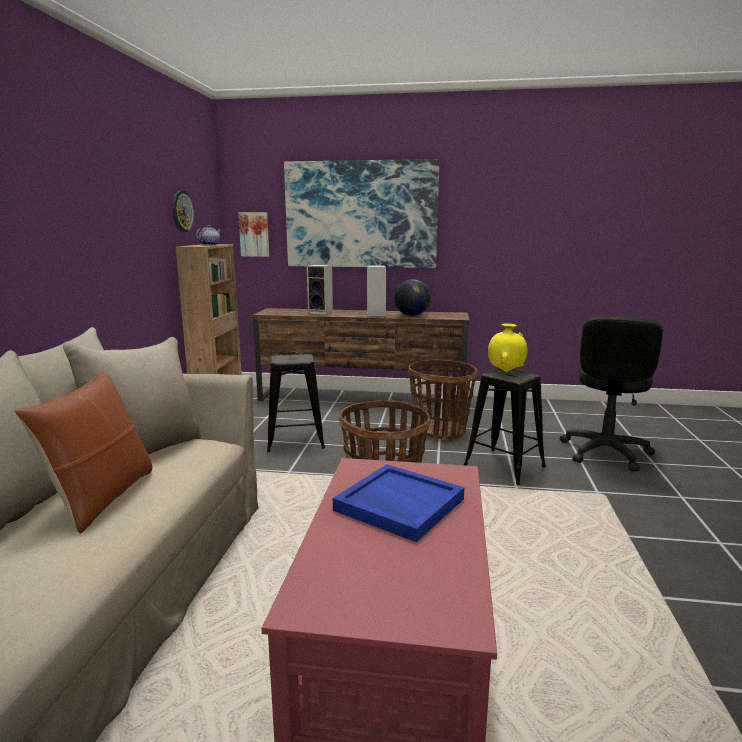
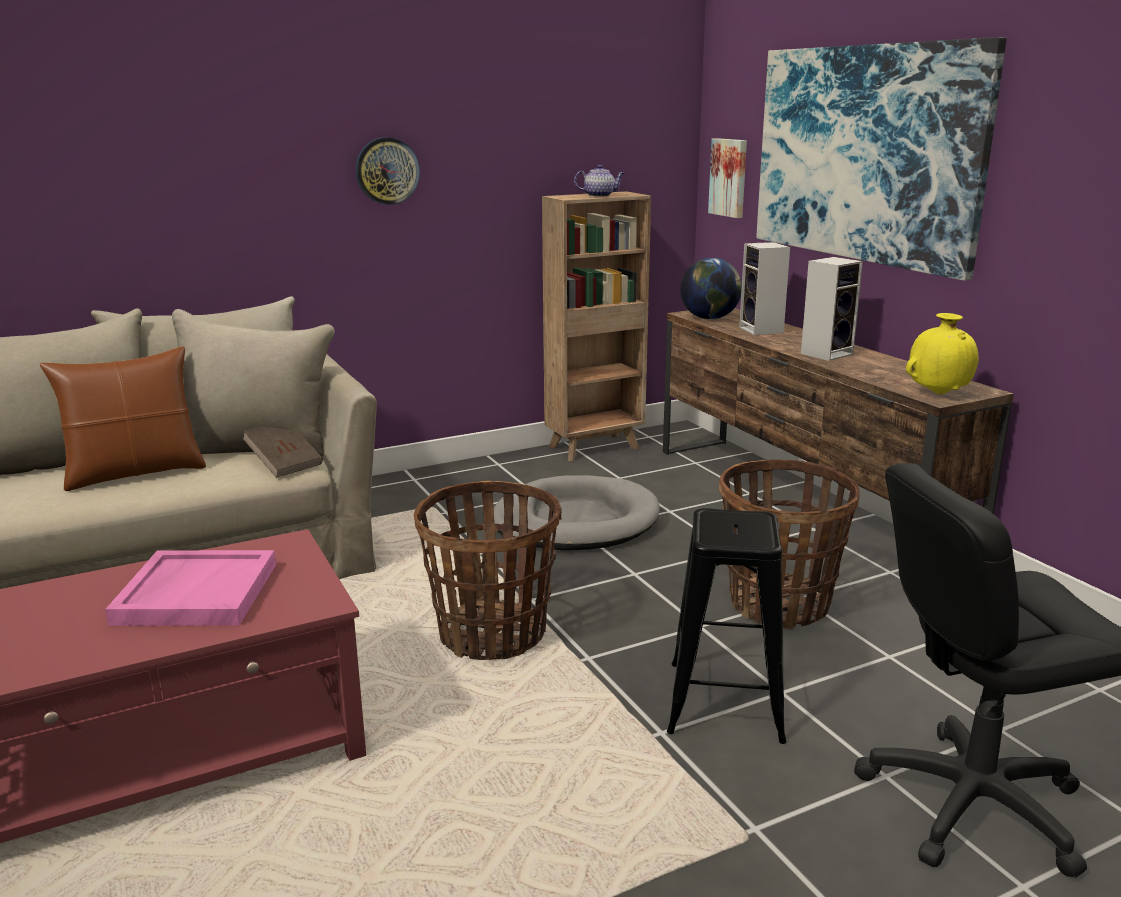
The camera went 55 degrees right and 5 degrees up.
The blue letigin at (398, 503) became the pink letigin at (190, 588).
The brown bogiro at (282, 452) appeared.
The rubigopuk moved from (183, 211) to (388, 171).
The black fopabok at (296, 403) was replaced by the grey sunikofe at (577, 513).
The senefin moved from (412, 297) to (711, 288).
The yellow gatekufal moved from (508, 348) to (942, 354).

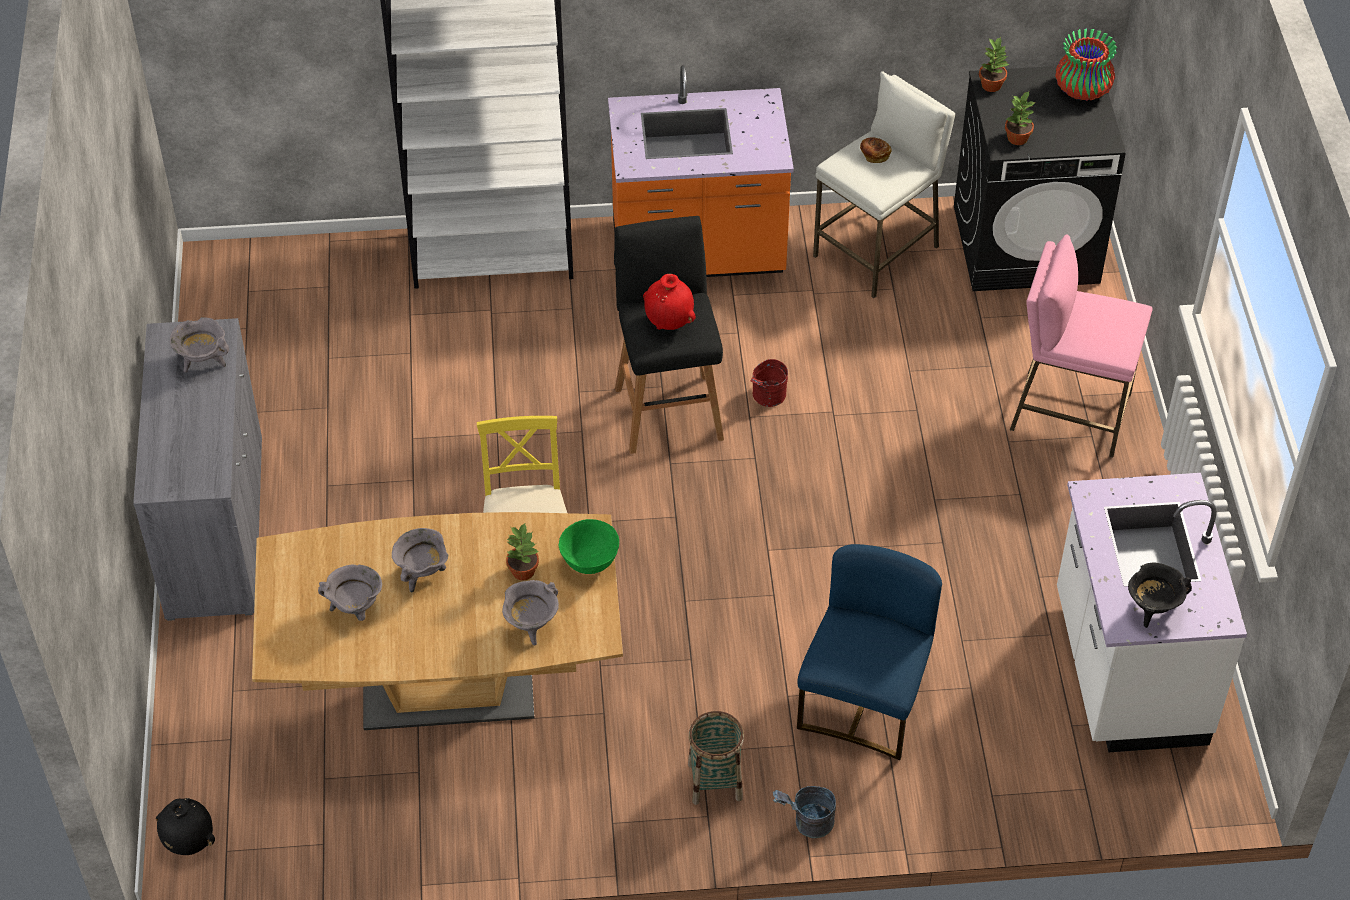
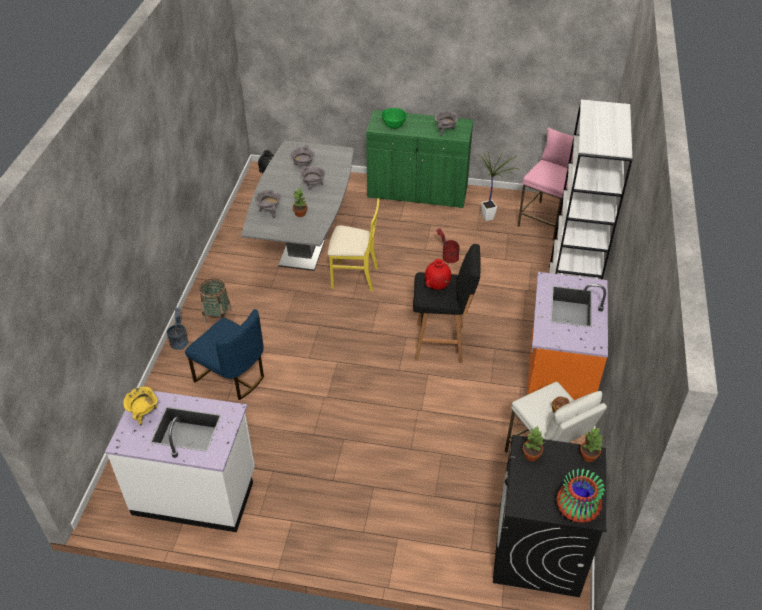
The camera went 105 degrees right and 5 degrees down.
The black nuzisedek at (1160, 595) became the yellow nuzisedek at (140, 406).
The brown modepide at (437, 621) became the grey modepide at (297, 206).
The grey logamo at (197, 469) became the green logamo at (419, 159).
The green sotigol moved from (589, 546) to (394, 118).
The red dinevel moved from (769, 383) to (448, 245).
The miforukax at (499, 186) appeared.
The pink fopabok moved from (1081, 346) to (545, 184).

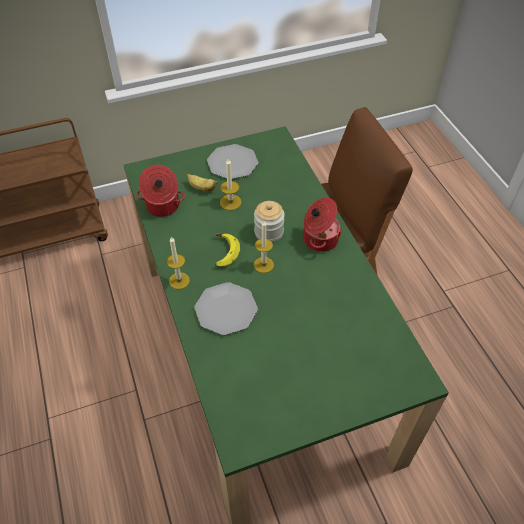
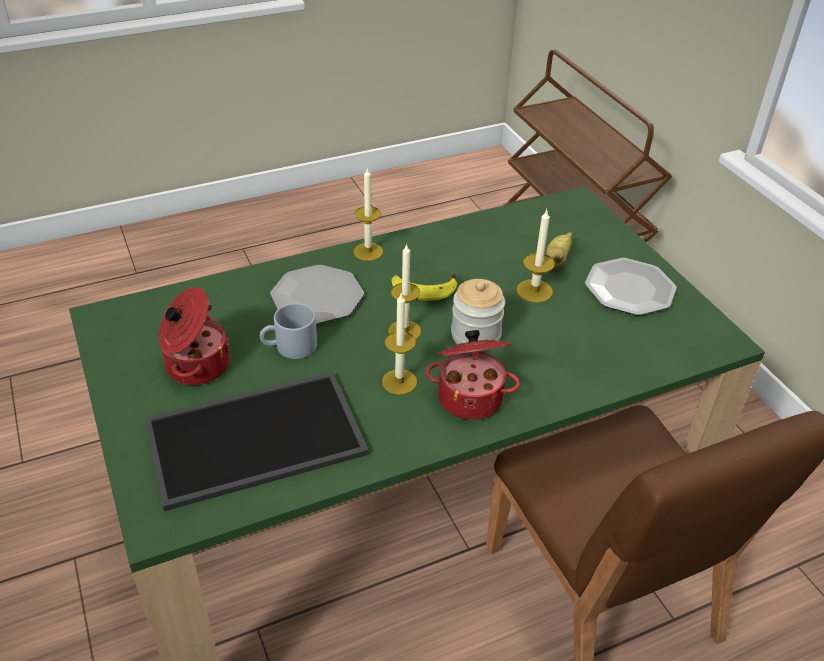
The camera went 85 degrees right and 10 degrees down.
The letigin at (256, 441) appeared.
The nuzisedek moved from (160, 191) to (194, 336).
The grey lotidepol at (288, 331) appeared.
The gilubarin at (399, 344) appeared.

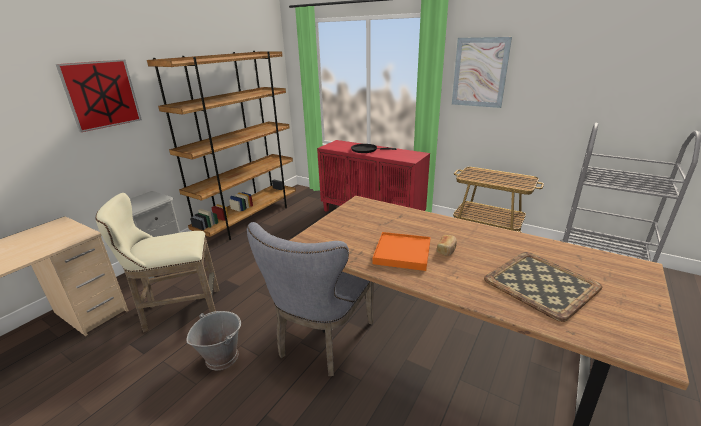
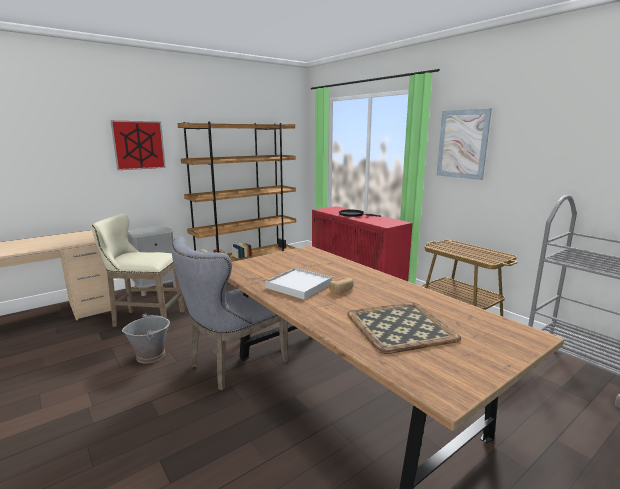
The camera went 20 degrees right and 10 degrees down.
The orange letigin at (402, 251) became the white letigin at (298, 284).

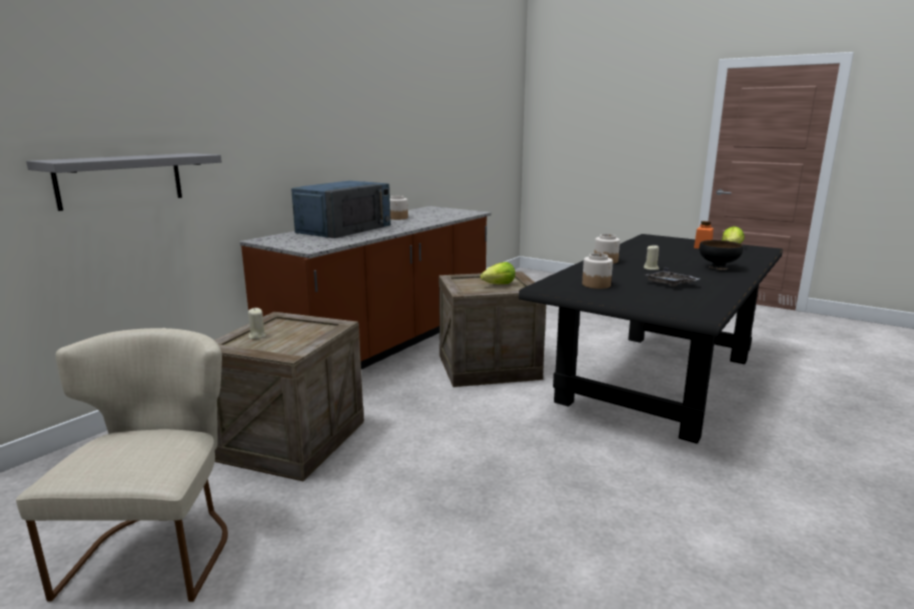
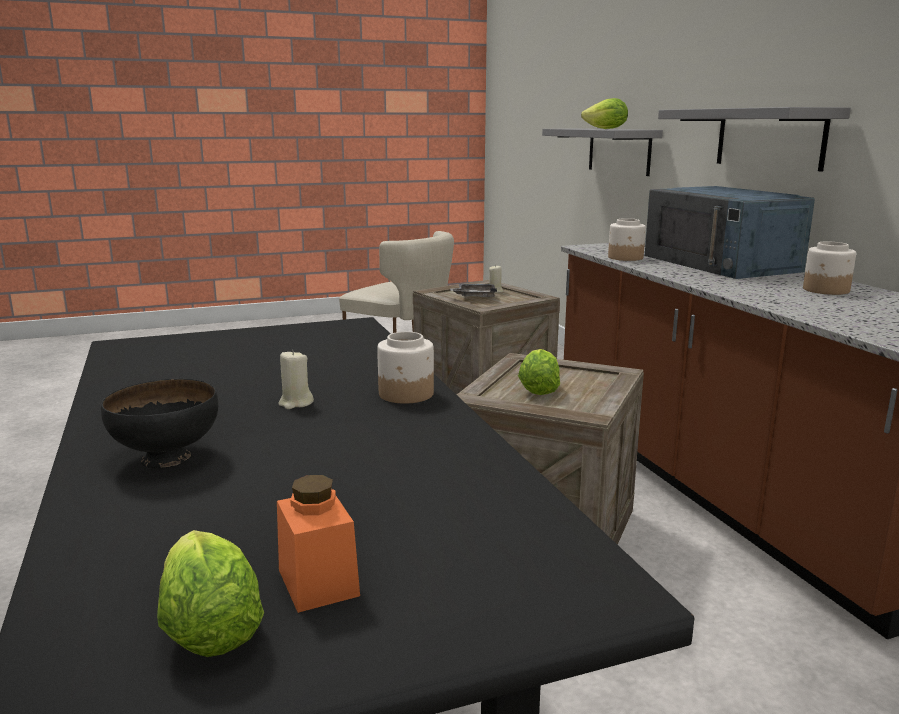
The camera went 125 degrees right and 0 degrees up.
The grey letigin moved from (672, 277) to (473, 290).
The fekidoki at (604, 113) appeared.
The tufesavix moved from (597, 271) to (627, 239).
The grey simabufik at (754, 139) appeared.

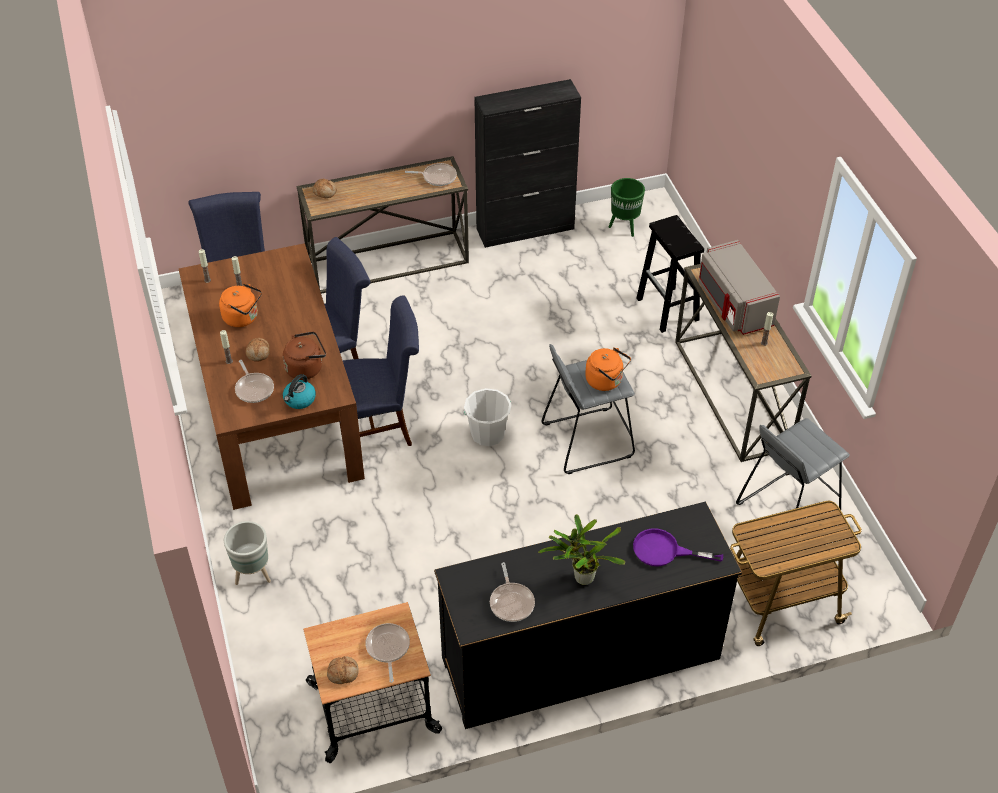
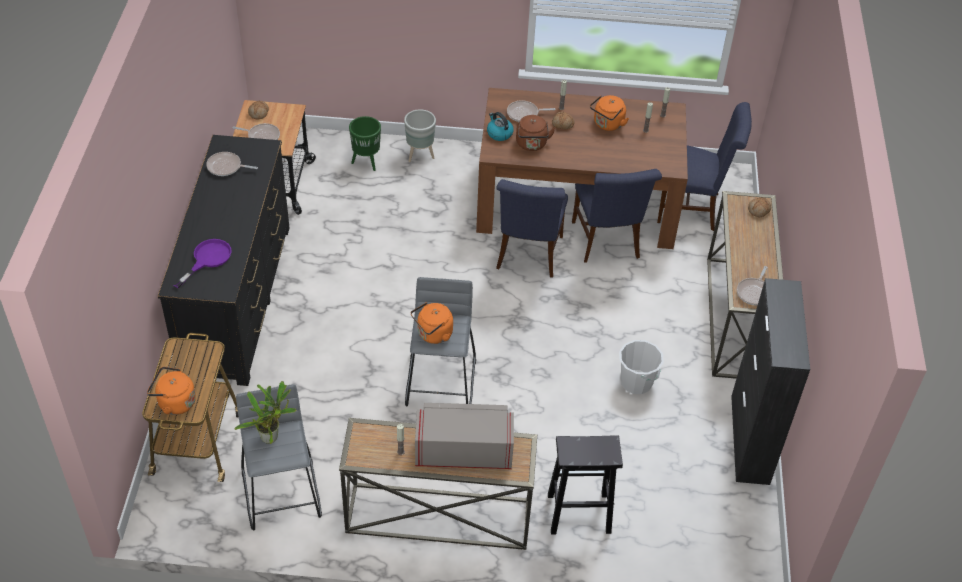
The camera went 110 degrees right and 0 degrees up.
The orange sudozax at (171, 391) appeared.
The miforukax moved from (581, 549) to (265, 412).
The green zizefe moved from (627, 207) to (365, 143).
The white dinevel moved from (487, 417) to (641, 367).

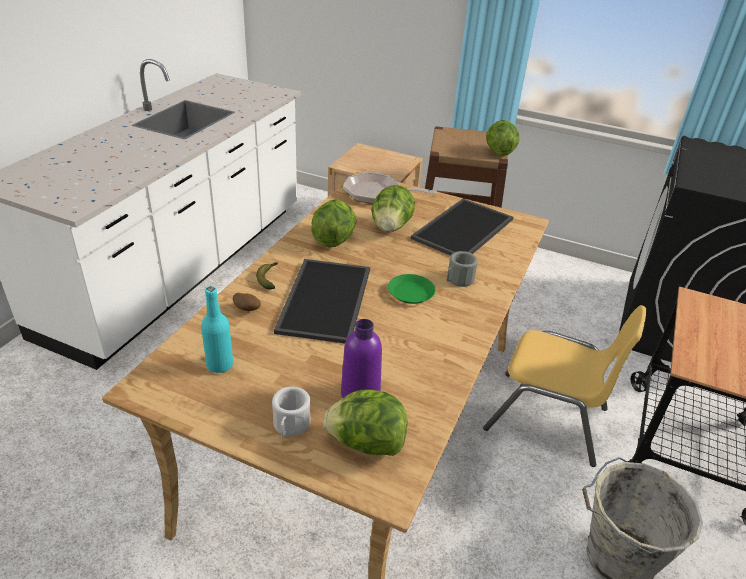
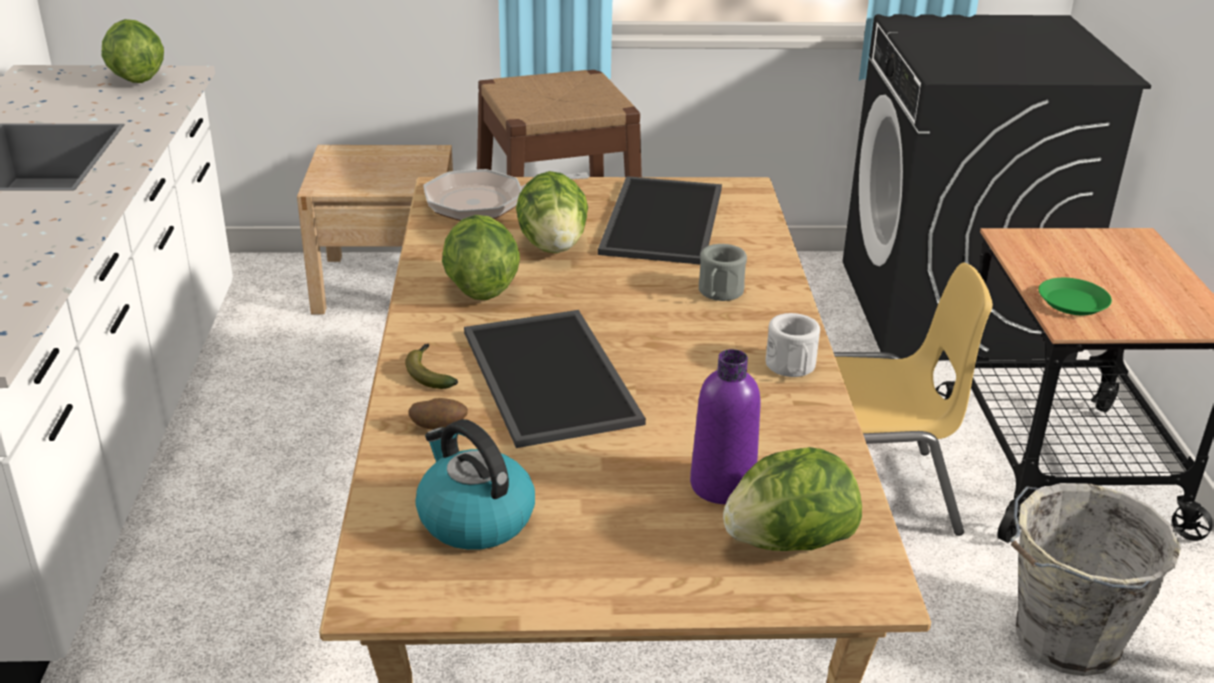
The camera went 25 degrees left and 5 degrees down.
The fekidoki moved from (502, 138) to (133, 51).
The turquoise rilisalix at (217, 329) was replaced by the sudozax at (475, 484).
The white lotidepol moved from (291, 412) to (793, 345).
The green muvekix moved from (411, 289) to (1075, 296).

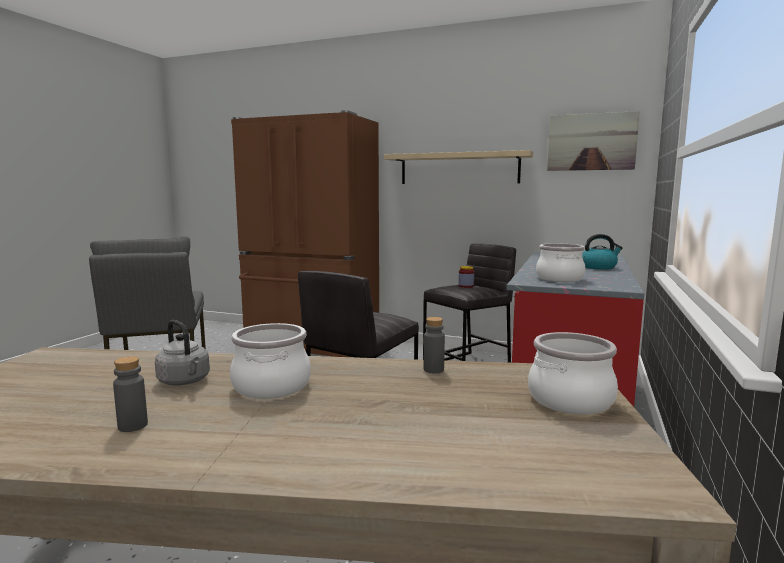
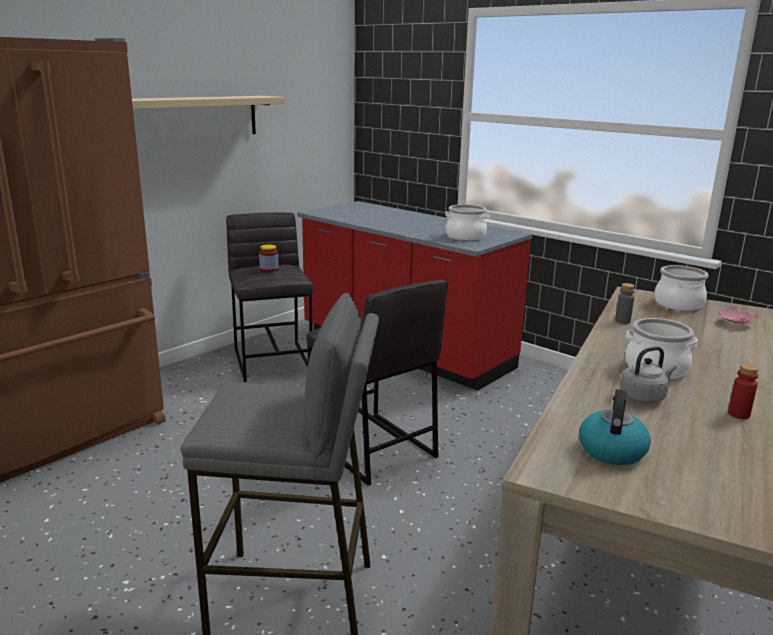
The camera went 70 degrees left and 10 degrees up.
The sudozax moved from (602, 252) to (615, 427).
The pink muvekix at (738, 314) appeared.
The grey rilisalix at (130, 394) became the red rilisalix at (743, 391).
The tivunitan at (593, 141) disappeared.

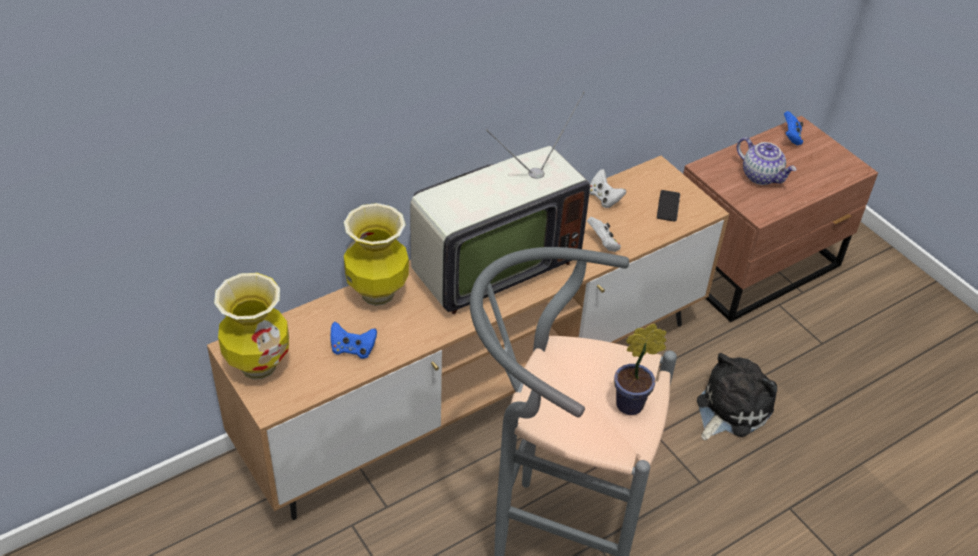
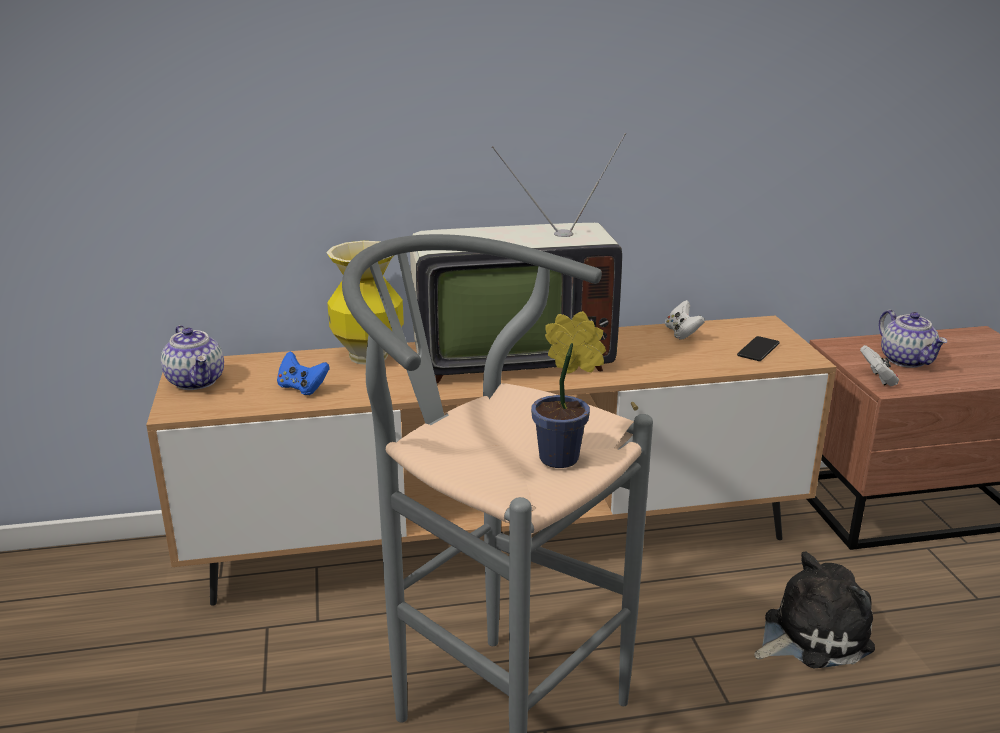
The camera went 25 degrees right and 20 degrees down.
The gatekufal at (251, 326) was replaced by the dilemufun at (192, 357).
The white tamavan moved from (604, 234) to (879, 365).
The blue tamavan at (793, 128) disappeared.

